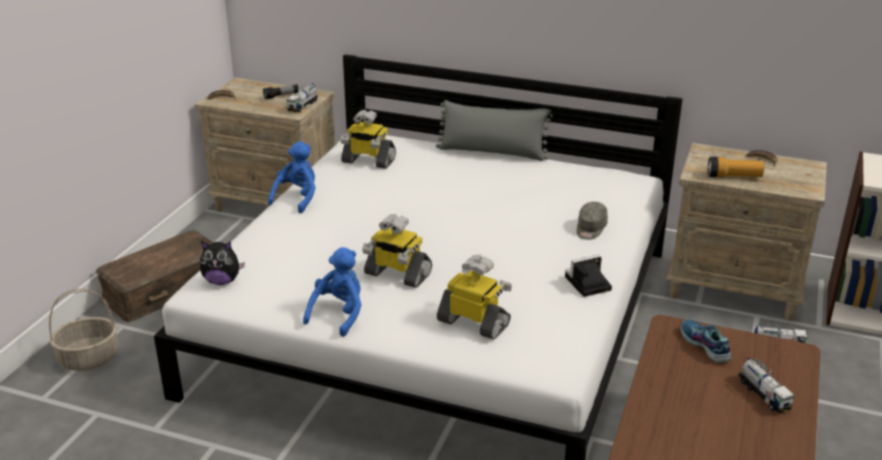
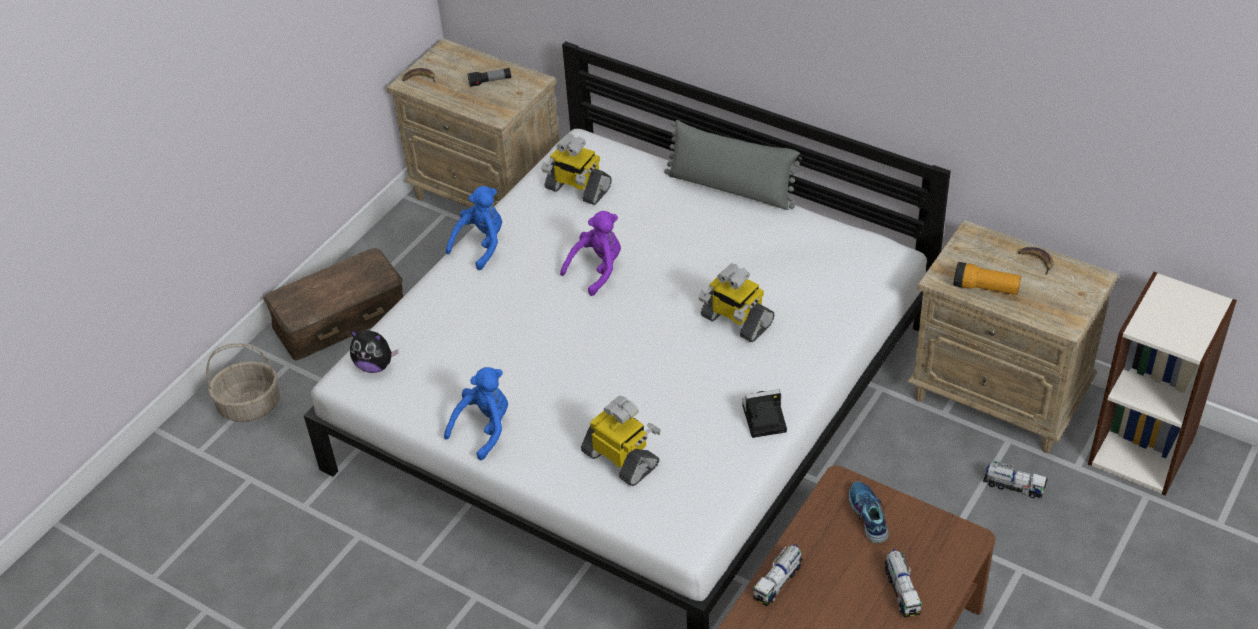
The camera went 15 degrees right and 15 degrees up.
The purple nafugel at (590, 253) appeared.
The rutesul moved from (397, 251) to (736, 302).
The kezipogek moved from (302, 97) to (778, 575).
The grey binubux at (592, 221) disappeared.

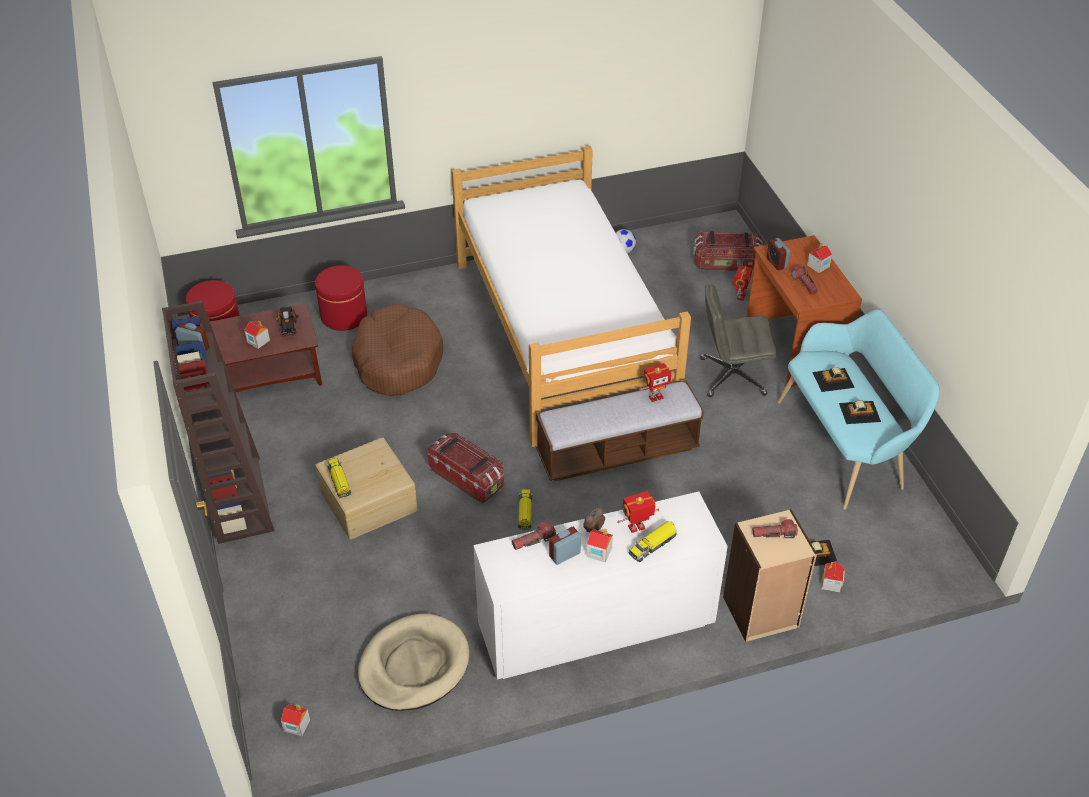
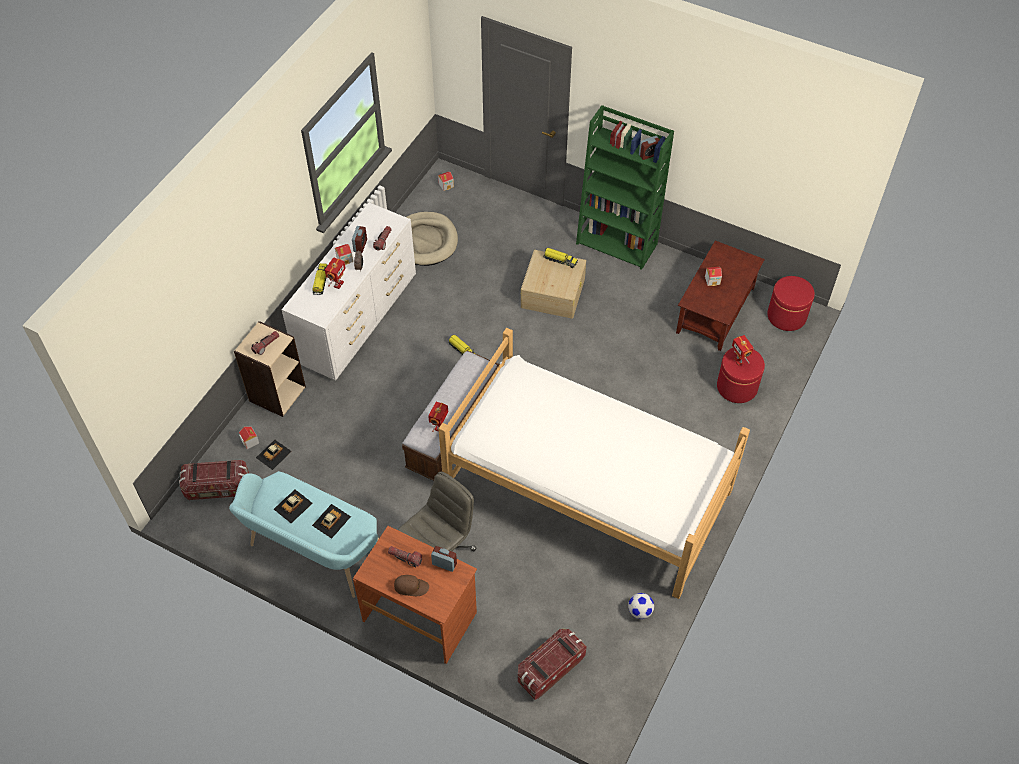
The camera went 135 degrees right and 10 degrees up.
The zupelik moved from (465, 468) to (214, 480).
The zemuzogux at (819, 258) was replaced by the brown binubux at (411, 585).
The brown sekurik at (218, 422) became the green sekurik at (625, 187).
The rutesul moved from (742, 283) to (743, 350).
The kezipogek at (287, 321) disappeared.
The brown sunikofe at (397, 350) disappeared.

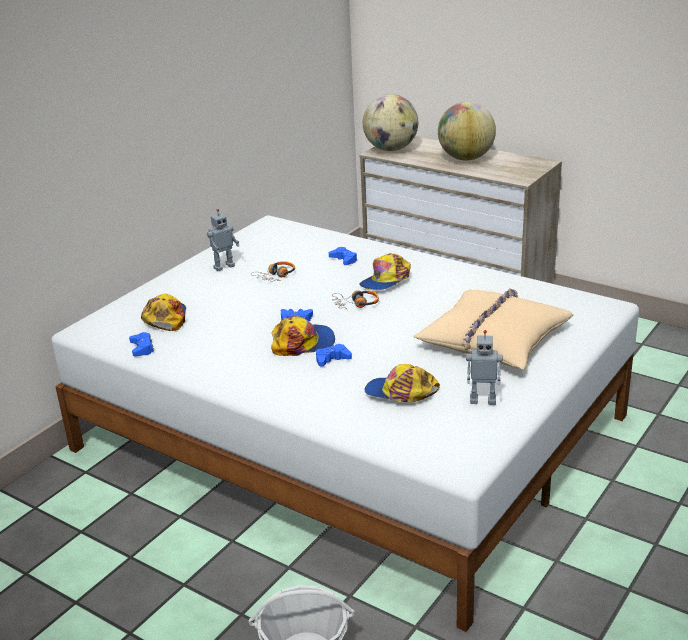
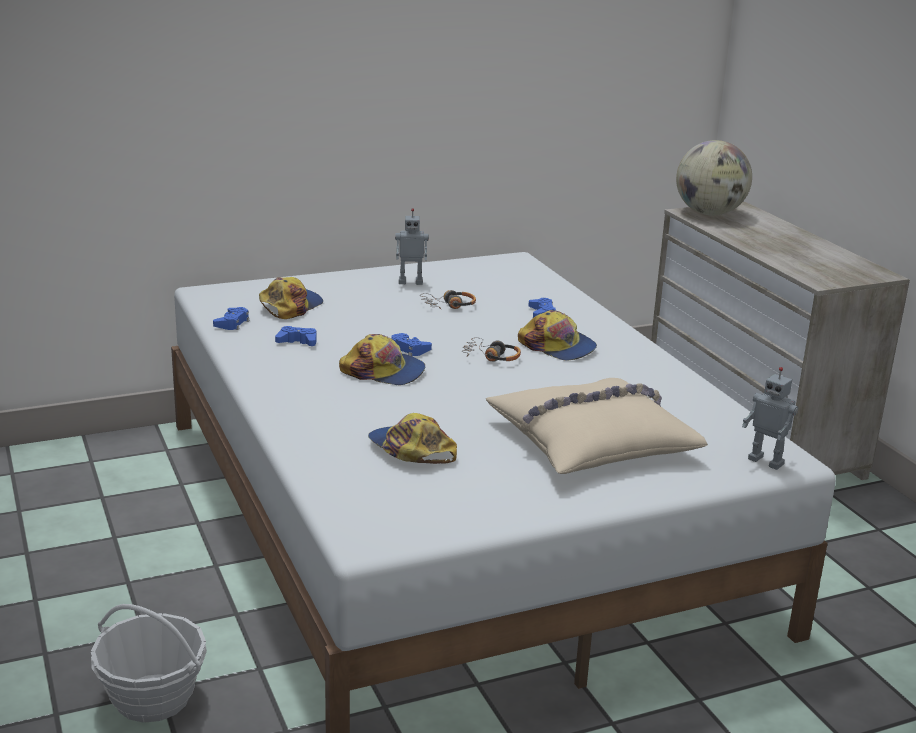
The camera went 30 degrees right and 5 degrees down.
The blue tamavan moved from (334, 355) to (296, 336).
The binubux at (385, 271) turned 120 degrees counterclockwise.
The rutesul moved from (484, 367) to (770, 418).
The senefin at (467, 131) disappeared.

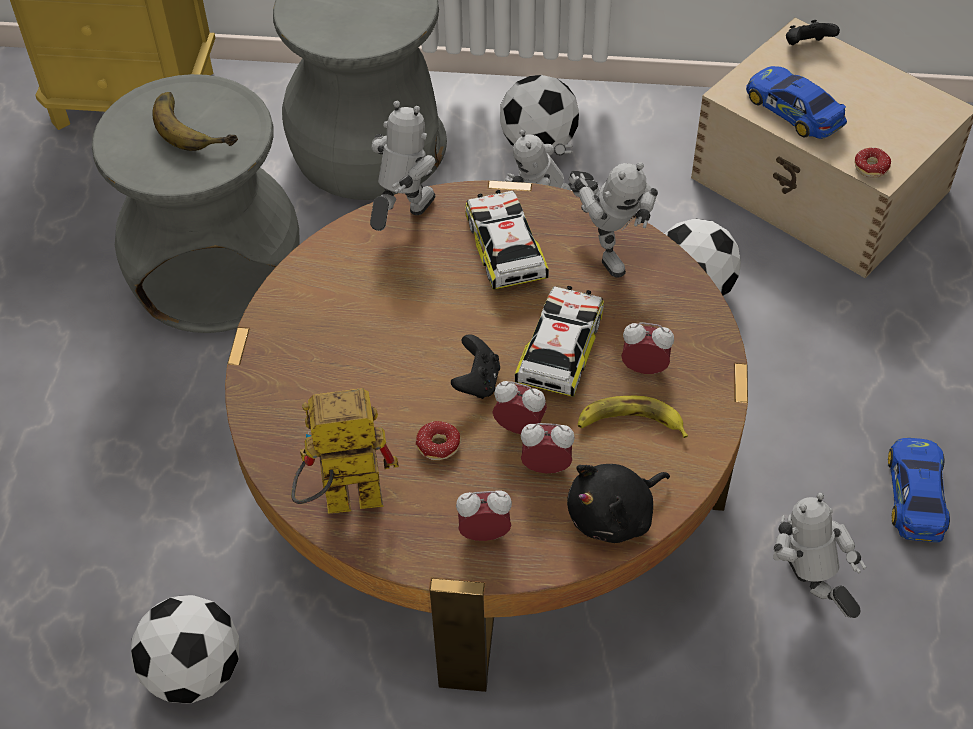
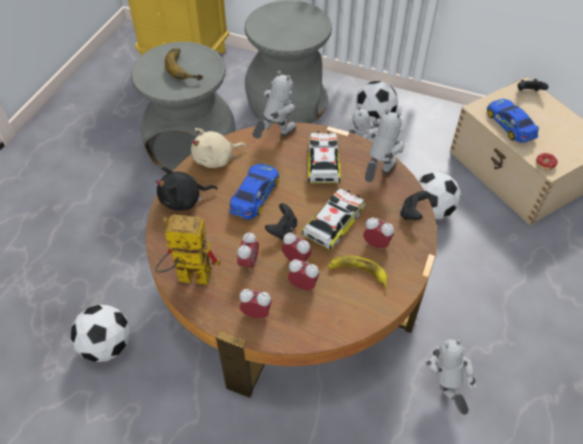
The camera went 15 degrees right and 0 degrees up.
The black nafugel moved from (618, 503) to (186, 189).
The beige nafugel at (218, 148) appeared.
The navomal moved from (919, 490) to (254, 192).
The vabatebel at (438, 440) was replaced by the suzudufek at (248, 253).
The rutesul at (614, 219) turned 135 degrees counterclockwise.
The black tamavan at (415, 205) appeared.

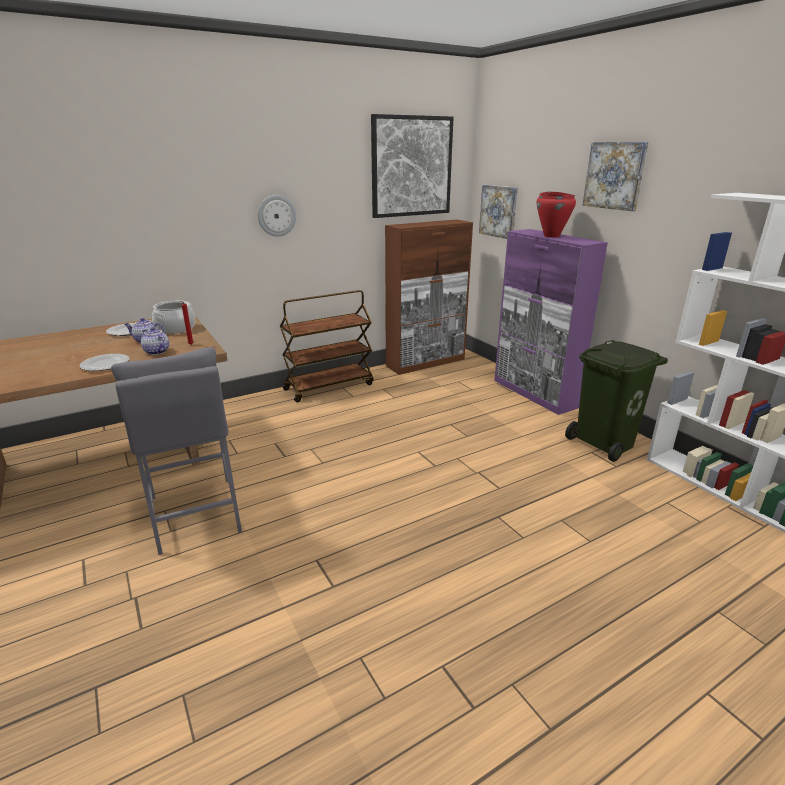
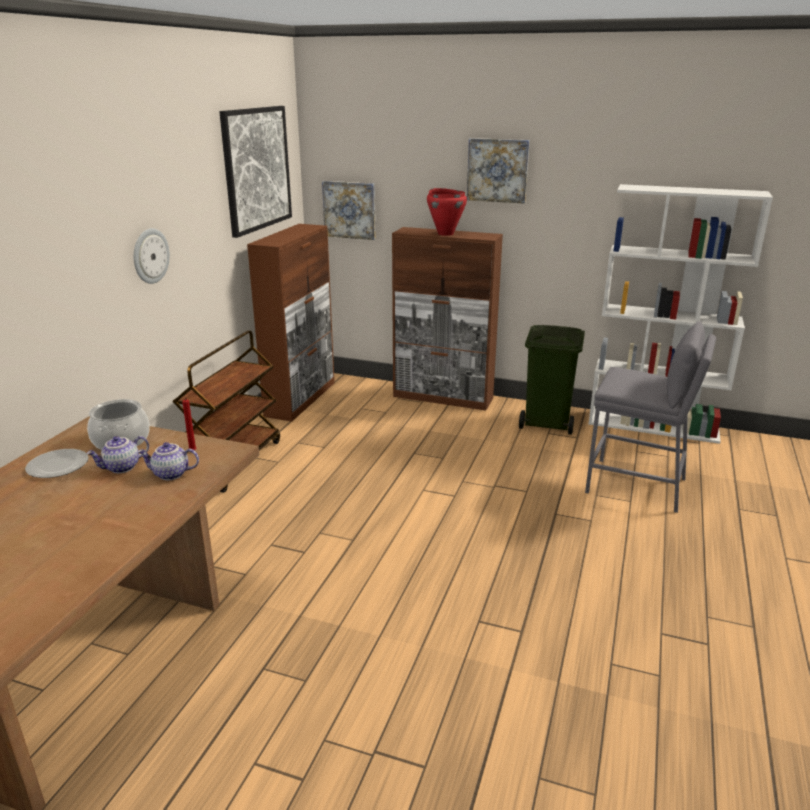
The camera went 40 degrees left and 0 degrees up.
The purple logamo at (551, 322) became the brown logamo at (447, 318).
The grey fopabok moved from (176, 451) to (650, 417).
The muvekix at (105, 362) disappeared.

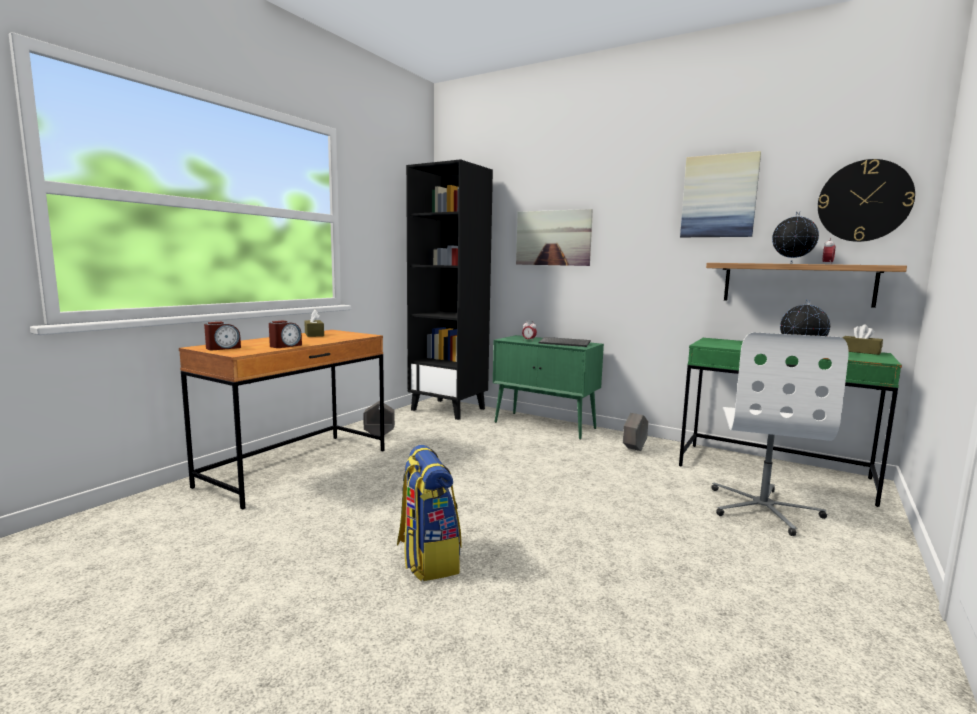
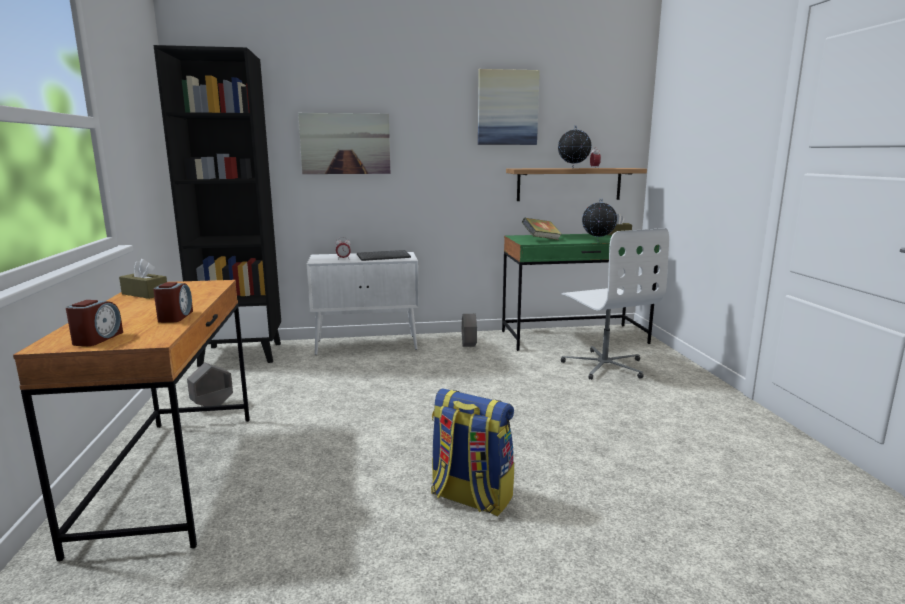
The camera went 40 degrees left and 5 degrees up.
The green logamo at (548, 387) became the white logamo at (363, 303).
The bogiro at (542, 229) appeared.
The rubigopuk at (866, 200) disappeared.

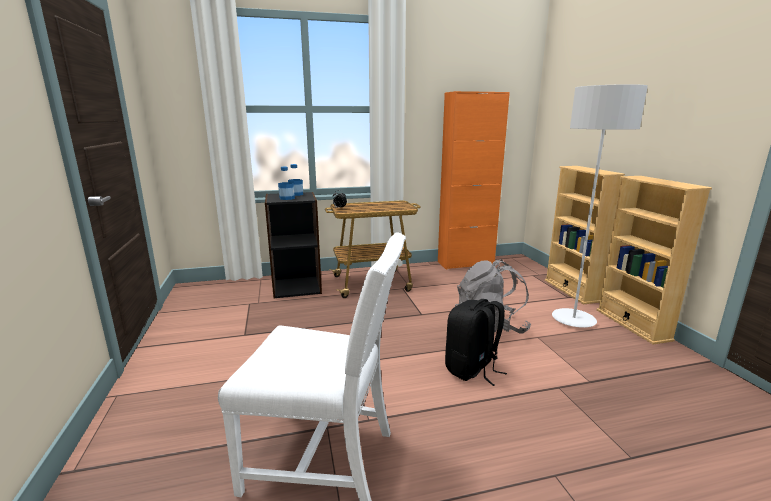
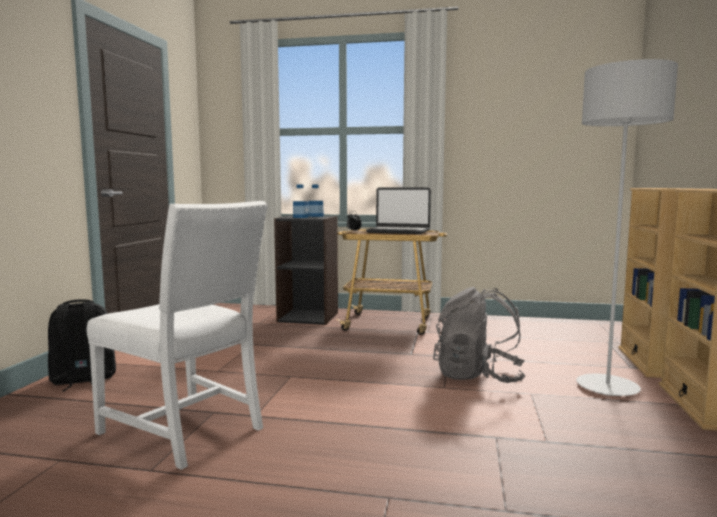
The camera went 25 degrees right and 10 degrees down.
The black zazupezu moved from (476, 342) to (82, 345).
The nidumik at (398, 210) appeared.
The orange logamo at (474, 180) disappeared.

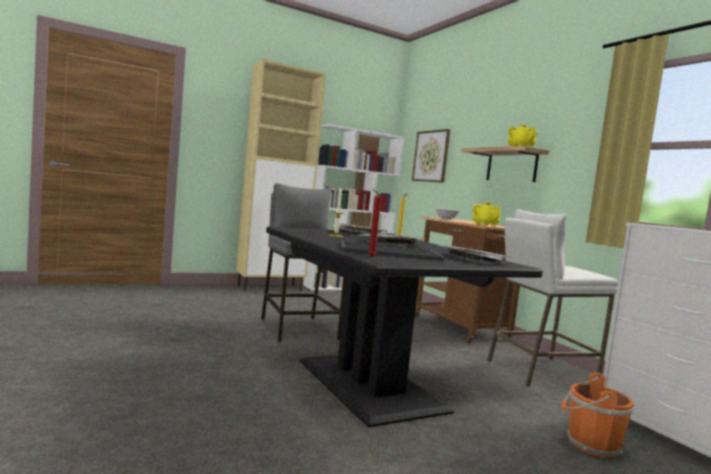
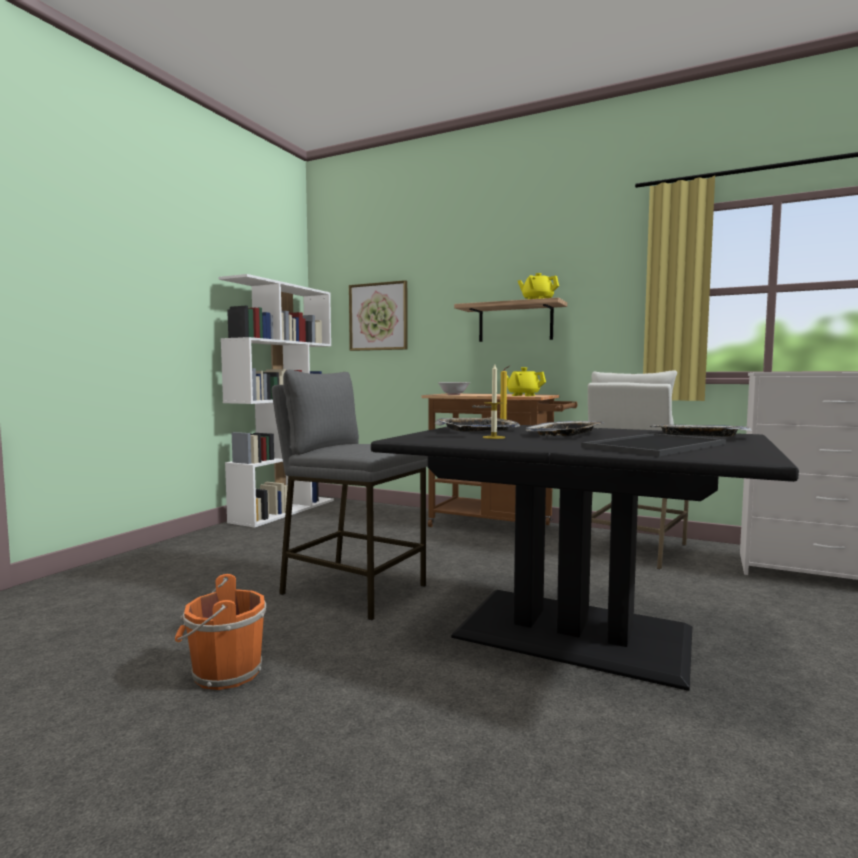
The camera went 35 degrees left and 0 degrees up.
The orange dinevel moved from (598, 415) to (220, 632).
The beige logamo at (281, 175) disappeared.
The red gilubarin at (374, 223) disappeared.

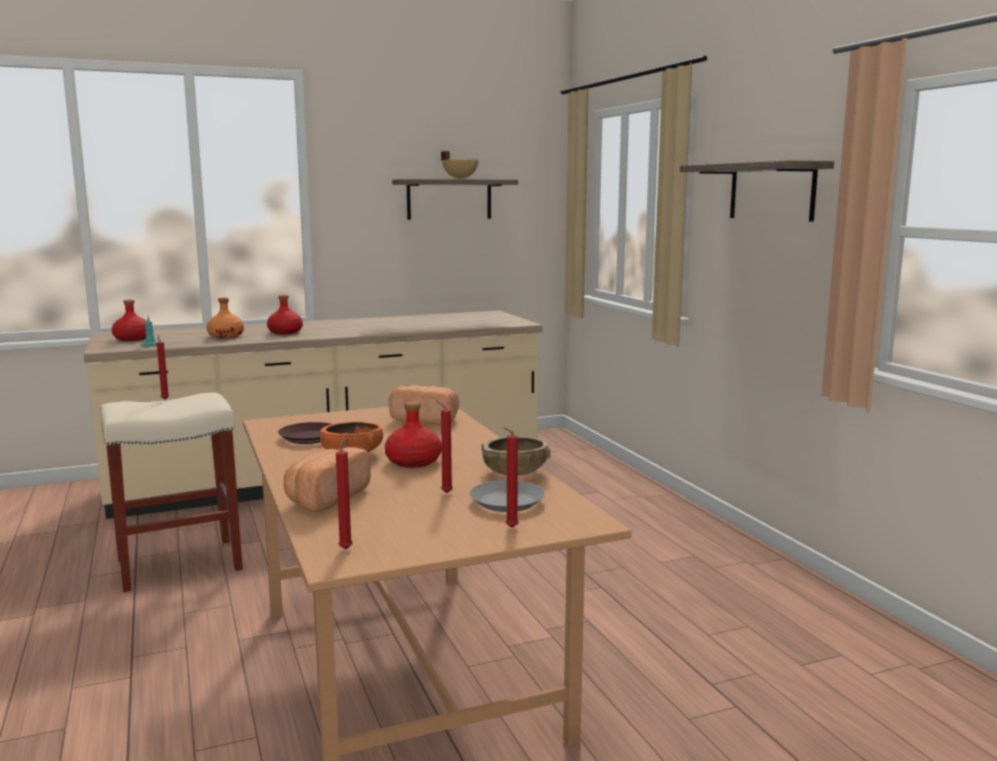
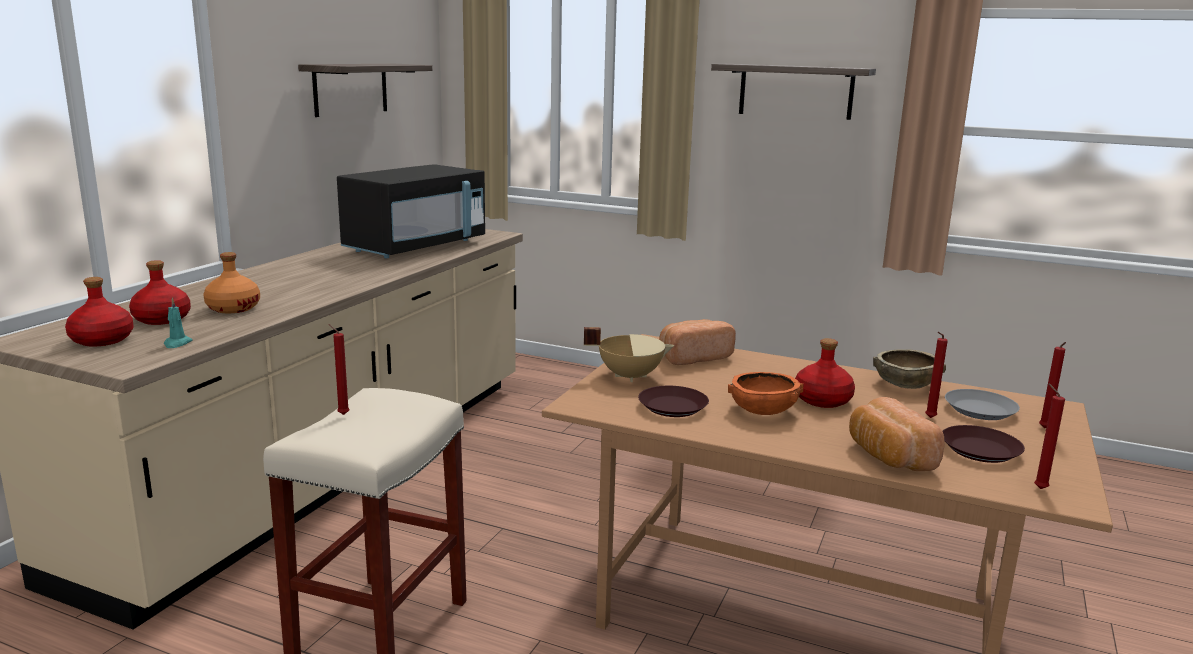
The camera went 45 degrees left and 5 degrees up.
The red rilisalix moved from (285, 314) to (160, 292).
The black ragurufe at (411, 211) appeared.
The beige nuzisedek moved from (460, 165) to (629, 354).
The brown muvekix at (983, 444) appeared.

